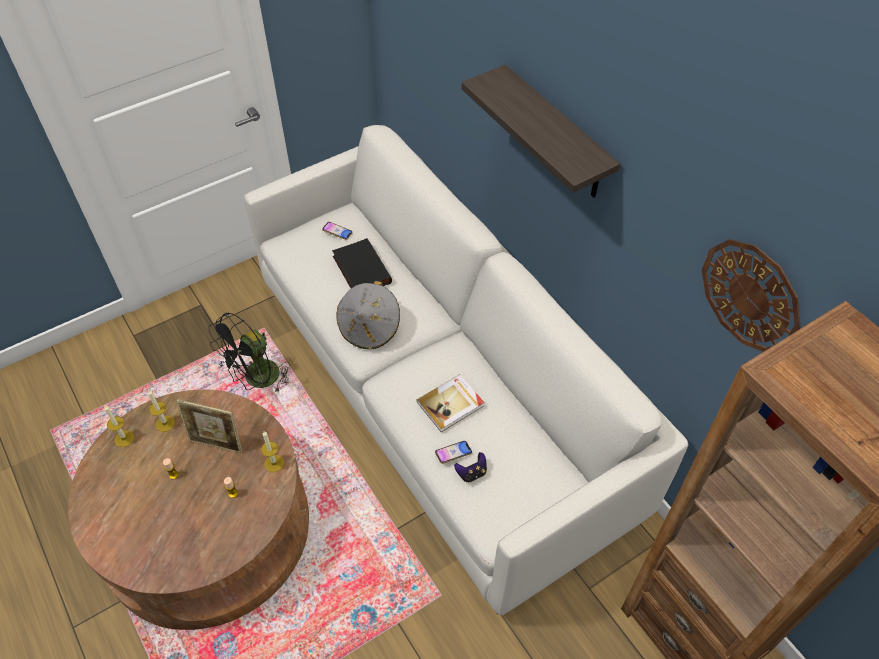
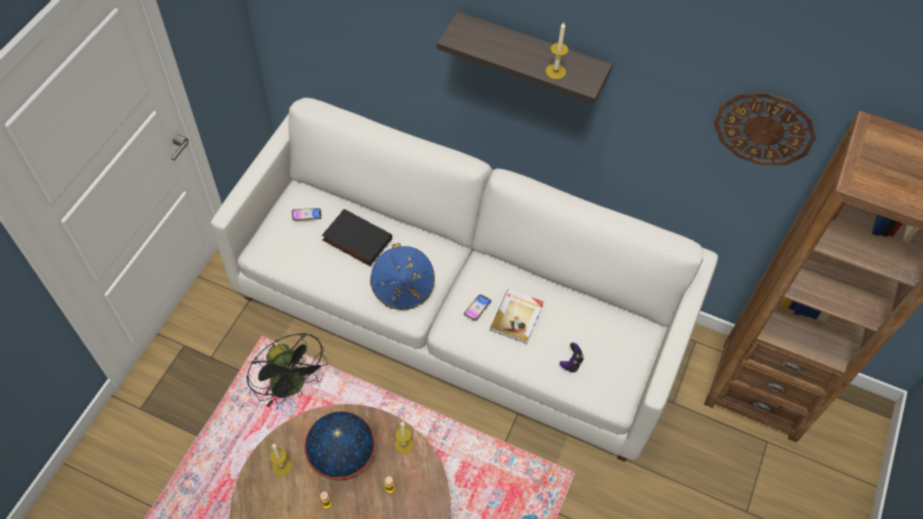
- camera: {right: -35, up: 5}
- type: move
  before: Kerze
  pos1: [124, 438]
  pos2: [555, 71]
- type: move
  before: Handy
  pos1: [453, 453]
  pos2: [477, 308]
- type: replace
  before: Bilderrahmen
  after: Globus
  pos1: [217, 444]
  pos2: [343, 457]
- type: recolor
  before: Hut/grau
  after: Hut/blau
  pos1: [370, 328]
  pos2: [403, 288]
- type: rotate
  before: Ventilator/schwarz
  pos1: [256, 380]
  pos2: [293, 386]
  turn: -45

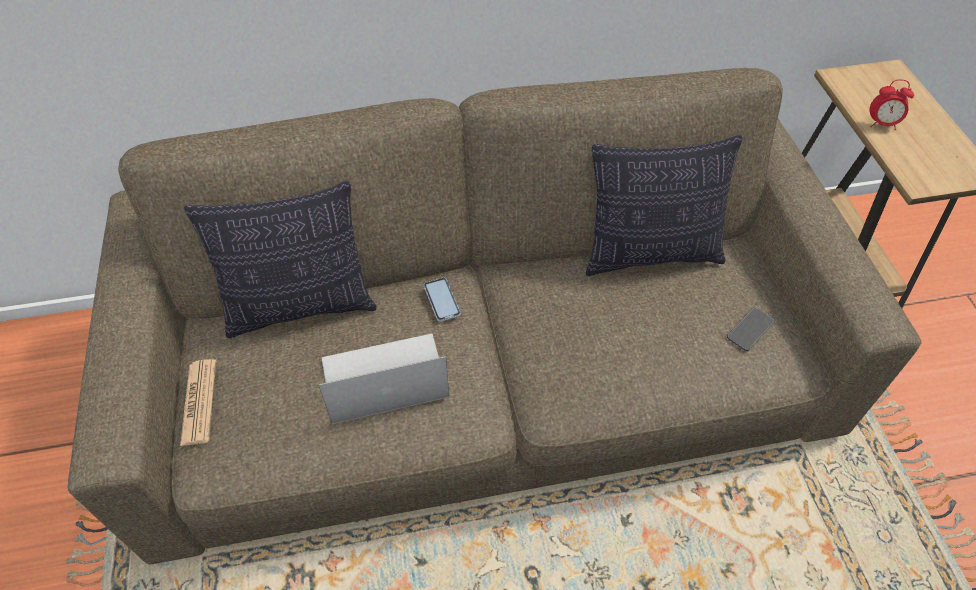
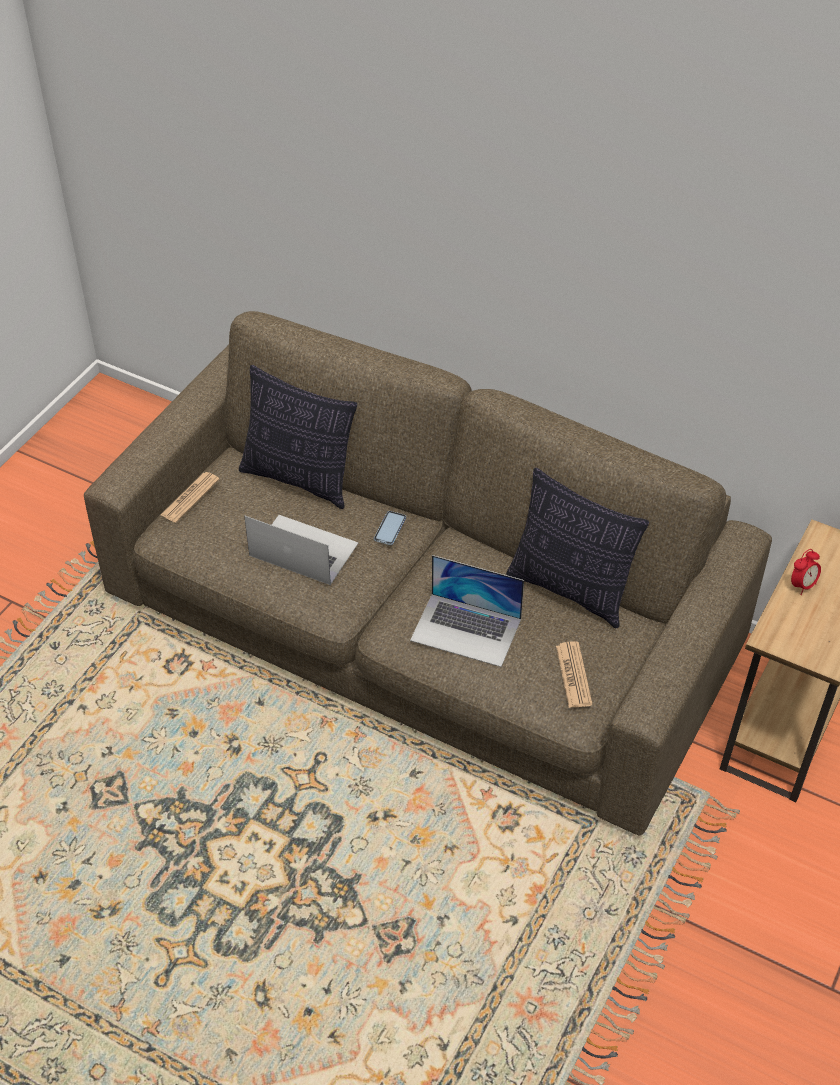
- camera: {right: 40, up: -5}
- type: insert
  after: Laptop
  pos2: [466, 629]
- type: replace
  before: Handy
  after: Zeitung
  pos1: [750, 329]
  pos2: [573, 675]
- type: rotate
  before: Wecker
  pos1: [881, 124]
  pos2: [802, 585]
  turn: -90

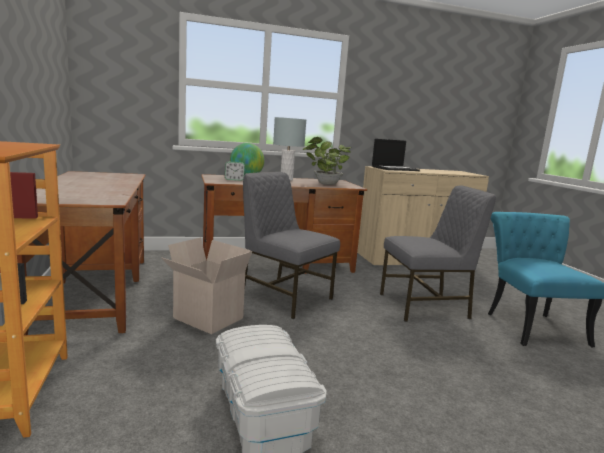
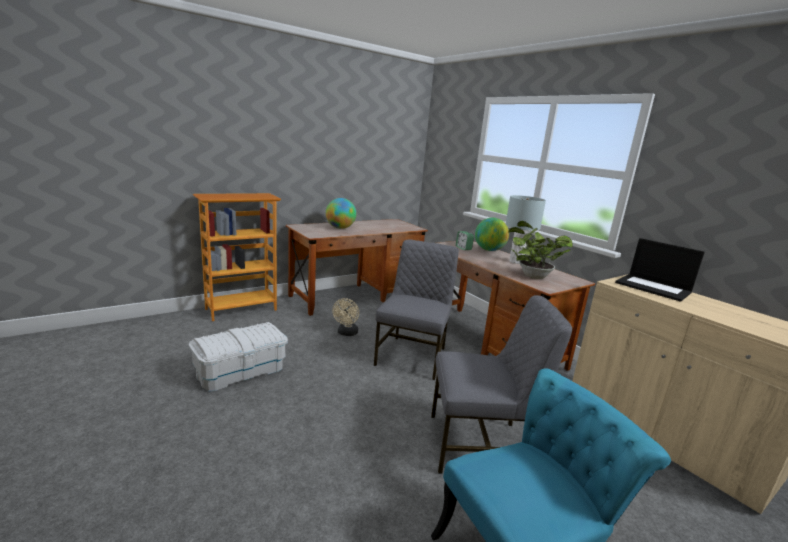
- camera: {right: 70, up: 5}
- type: insert
  after: Globus
  pos2: [340, 228]
- type: replace
  before: Karton
  after: Ventilator/beige
  pos1: [206, 318]
  pos2: [346, 333]
- type: rotate
  before: Stuhl/grau
  pos1: [425, 306]
  pos2: [480, 445]
  turn: -60

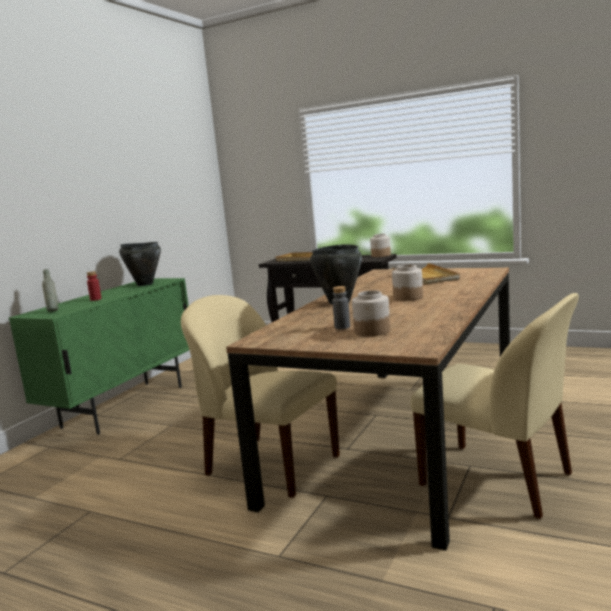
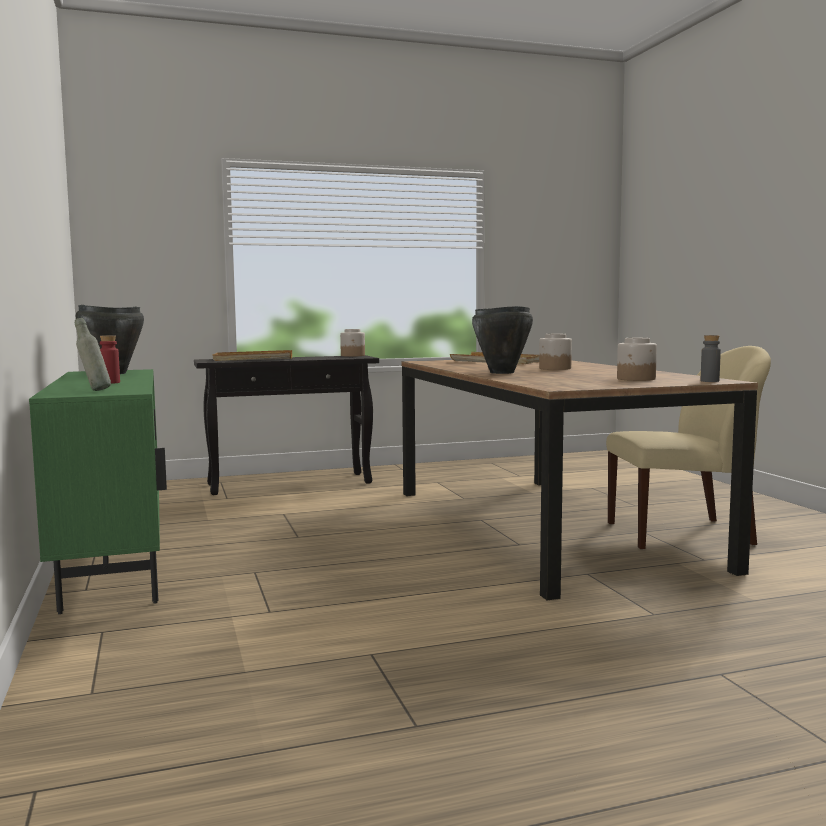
- camera: {right: -45, up: -5}
- type: delete
  before: Stuhl/beige
  pos1: [270, 465]
- type: move
  before: Flasche/grau
  pos1: [342, 327]
  pos2: [709, 381]

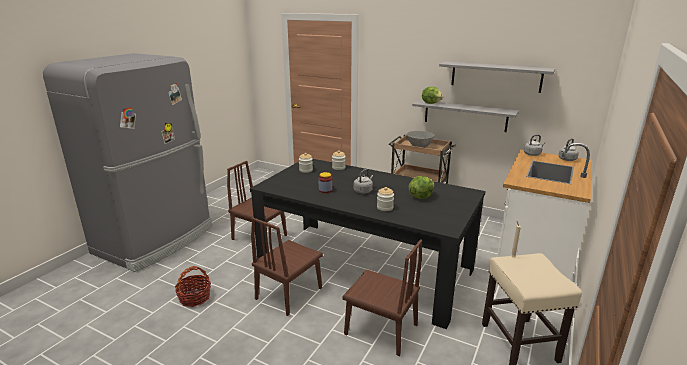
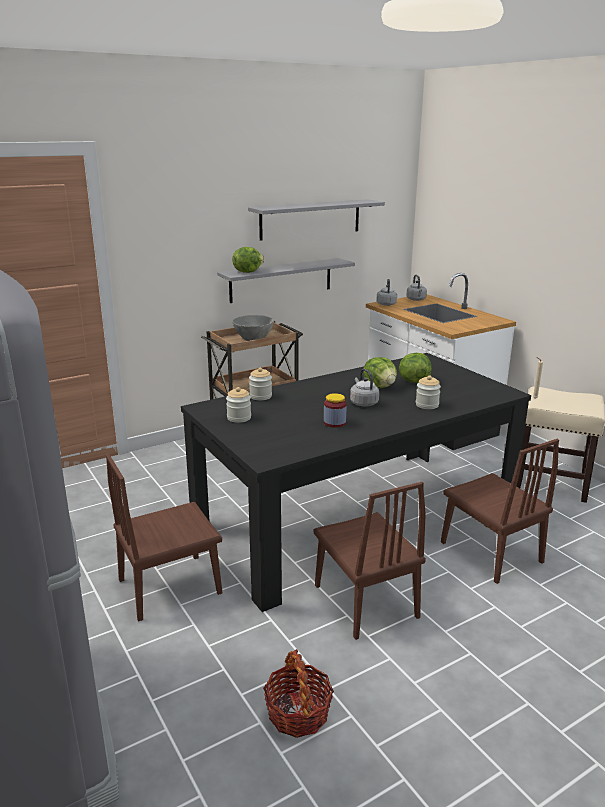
- camera: {right: -60, up: 0}
- type: insert
  after: Salatkopf
  pos2: [380, 387]
- type: rotate
  before: Stuhl/braun
  pos1: [381, 329]
  pos2: [490, 552]
  turn: 90

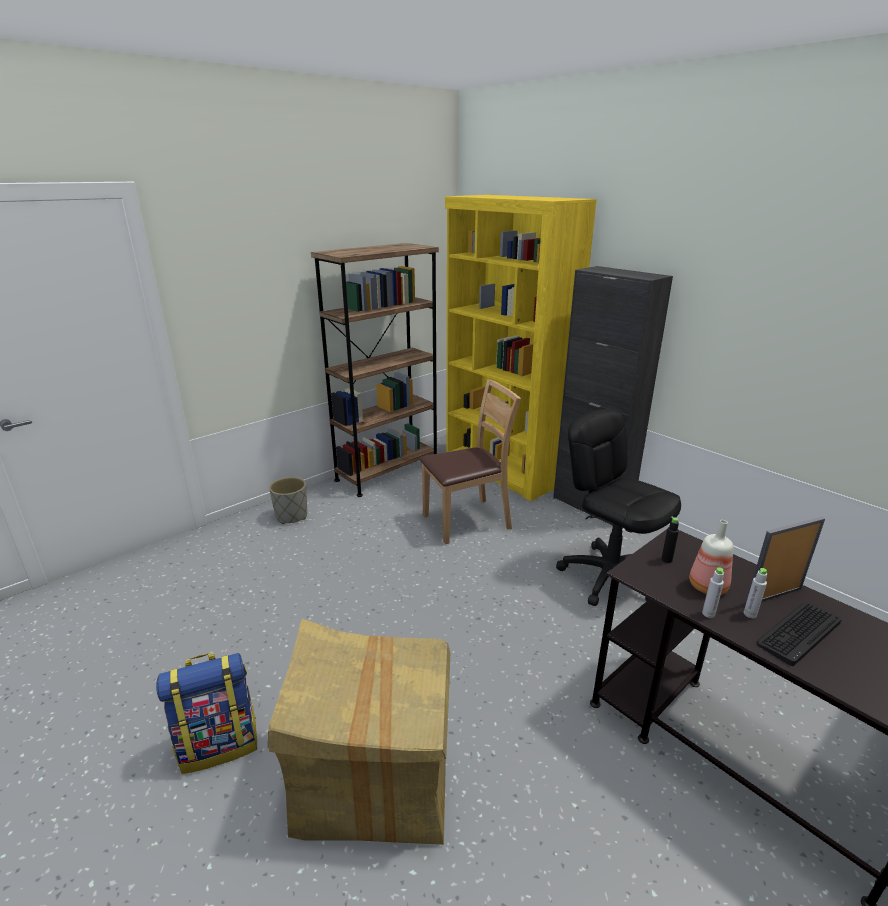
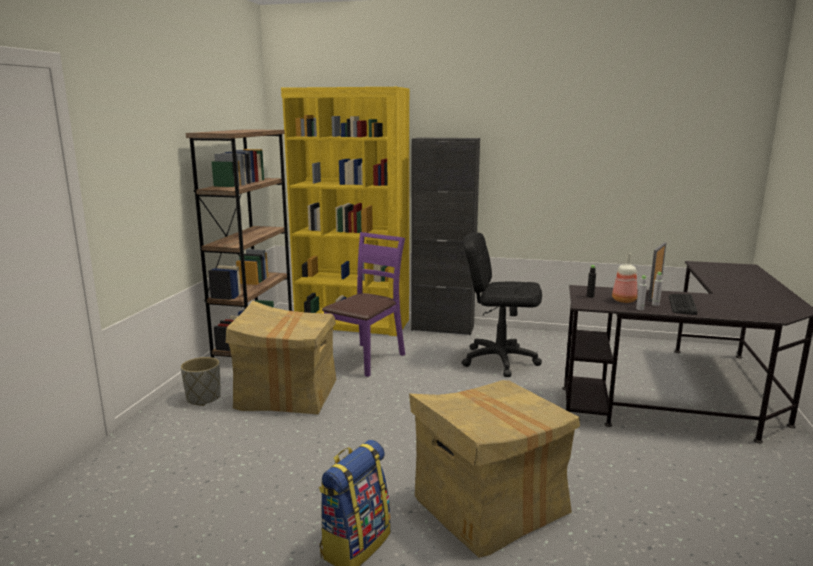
- camera: {right: -35, up: -10}
- type: insert
  after: Karton
  pos2: [286, 395]
- type: recolor
  before: Stuhl/braun
  after: Stuhl/lila
  pos1: [467, 521]
  pos2: [366, 359]

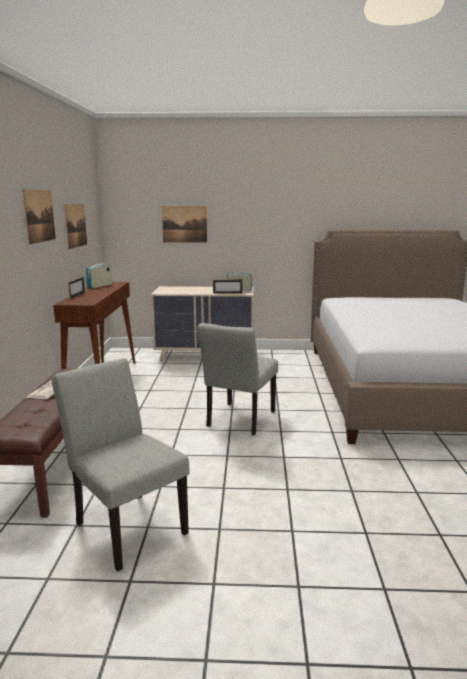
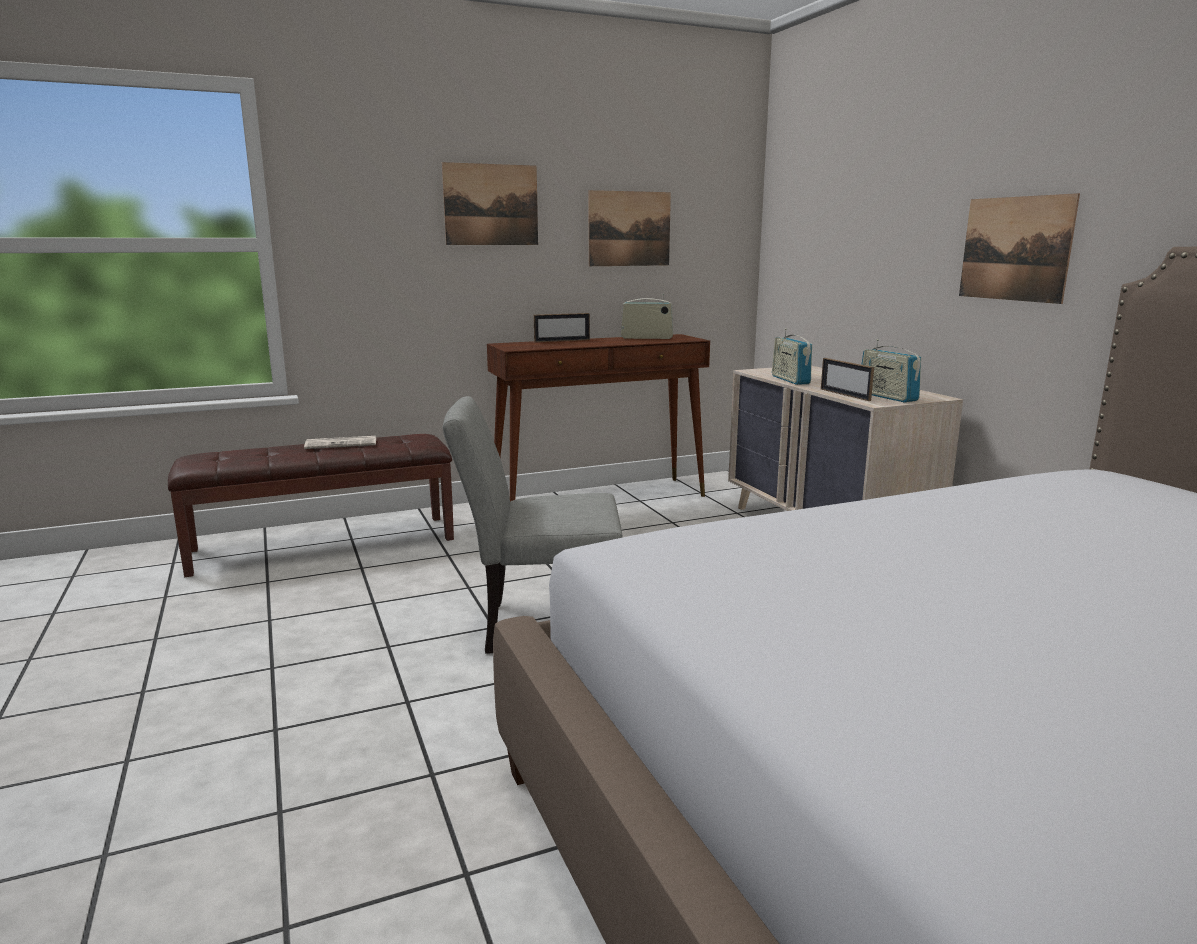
- camera: {right: 65, up: 0}
- type: delete
  before: Stuhl/grau
  pos1: [126, 524]
- type: insert
  after: Radio
  pos2: [790, 380]
- type: move
  before: Bild
  pos1: [184, 224]
  pos2: [1015, 249]

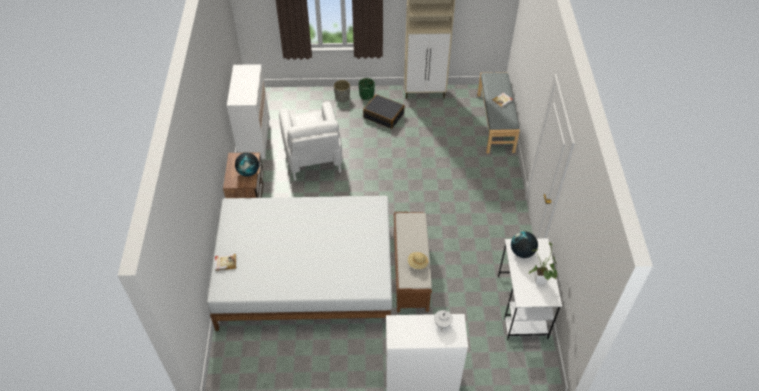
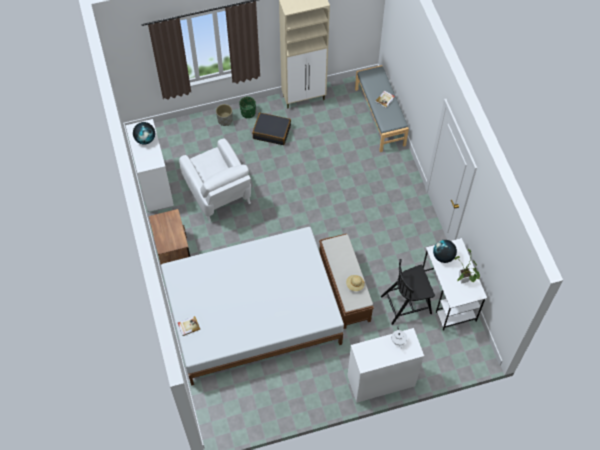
- camera: {right: -15, up: 10}
- type: insert
  after: Stuhl/schwarz
  pos2: [407, 304]
- type: move
  before: Globus
  pos1: [248, 172]
  pos2: [145, 139]

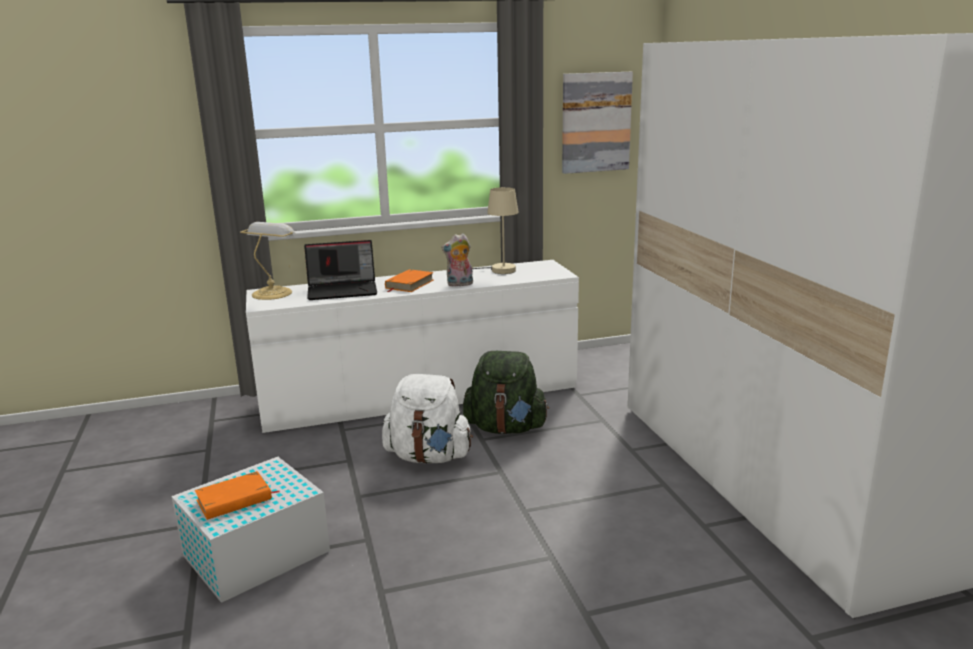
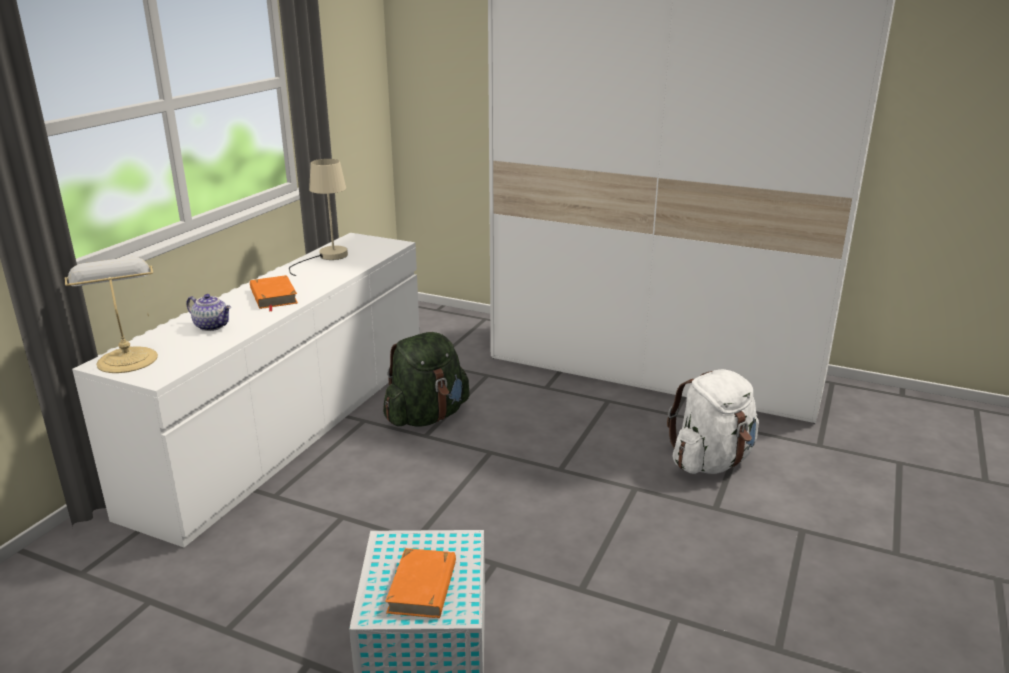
- camera: {right: -50, up: 5}
- type: delete
  before: Plüschtier
  pos1: [459, 284]
- type: delete
  before: Bild
  pos1: [595, 122]
- type: move
  before: Rucksack/weiß
  pos1: [429, 456]
  pos2: [711, 461]
- type: replace
  before: Laptop
  after: Teekanne
  pos1: [343, 290]
  pos2: [212, 326]

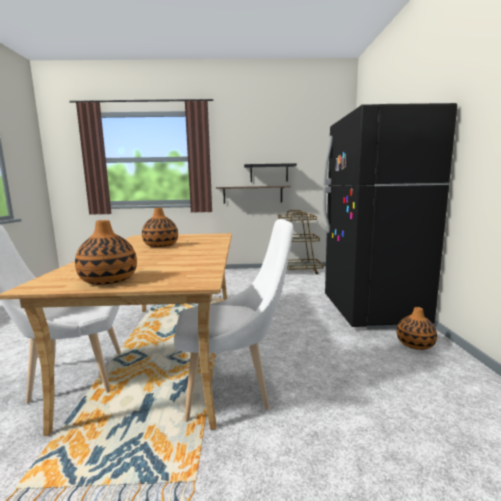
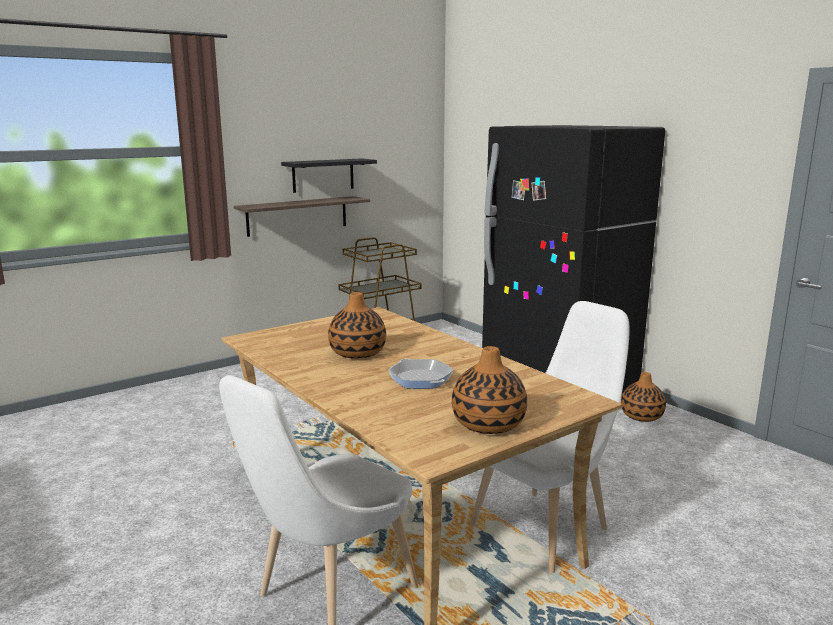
- camera: {right: -35, up: 5}
- type: insert
  after: Pfanne
  pos2: [420, 379]

